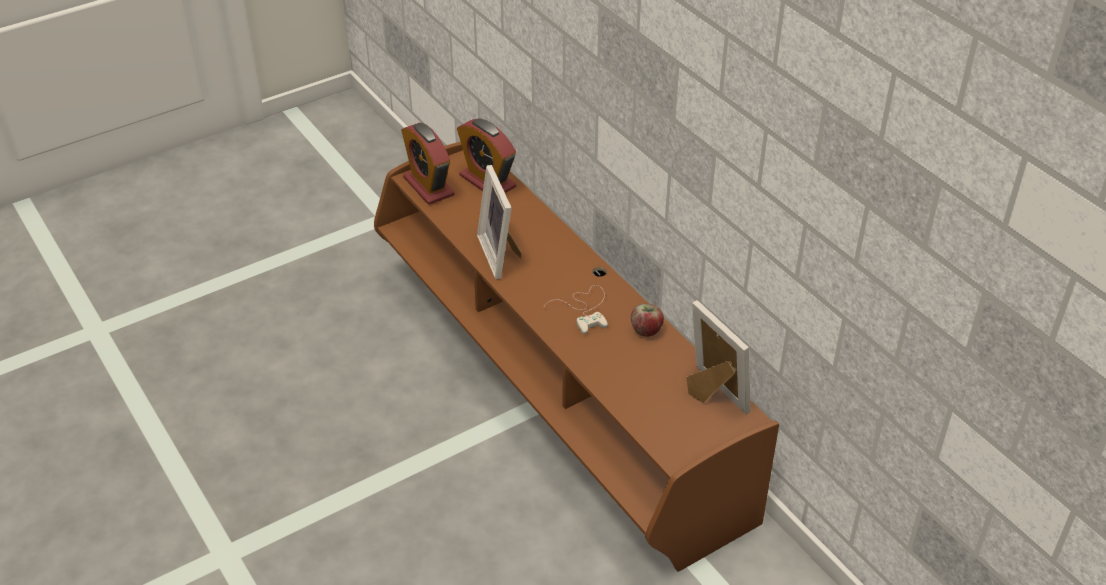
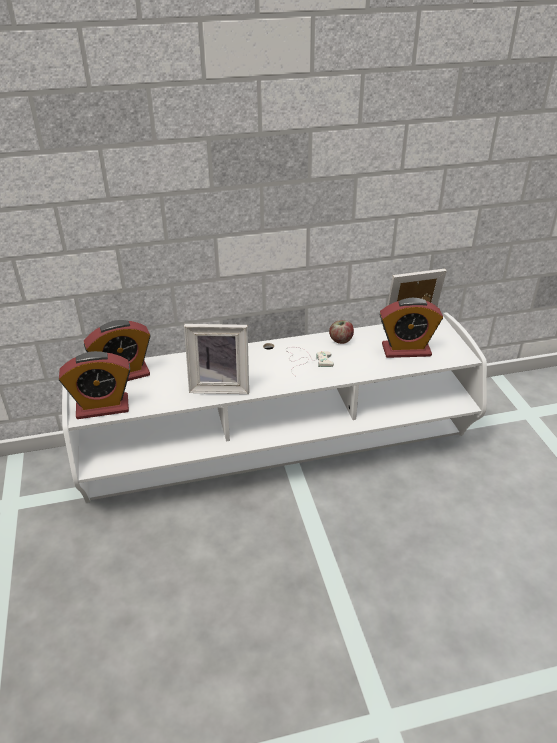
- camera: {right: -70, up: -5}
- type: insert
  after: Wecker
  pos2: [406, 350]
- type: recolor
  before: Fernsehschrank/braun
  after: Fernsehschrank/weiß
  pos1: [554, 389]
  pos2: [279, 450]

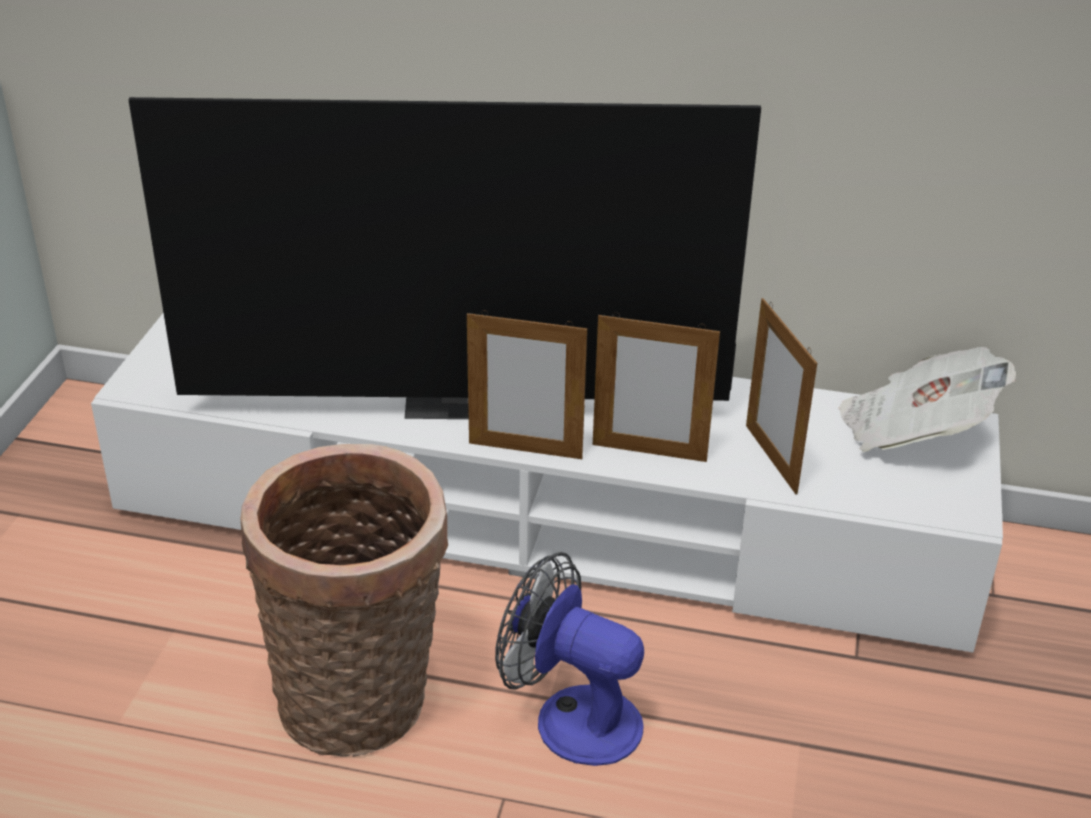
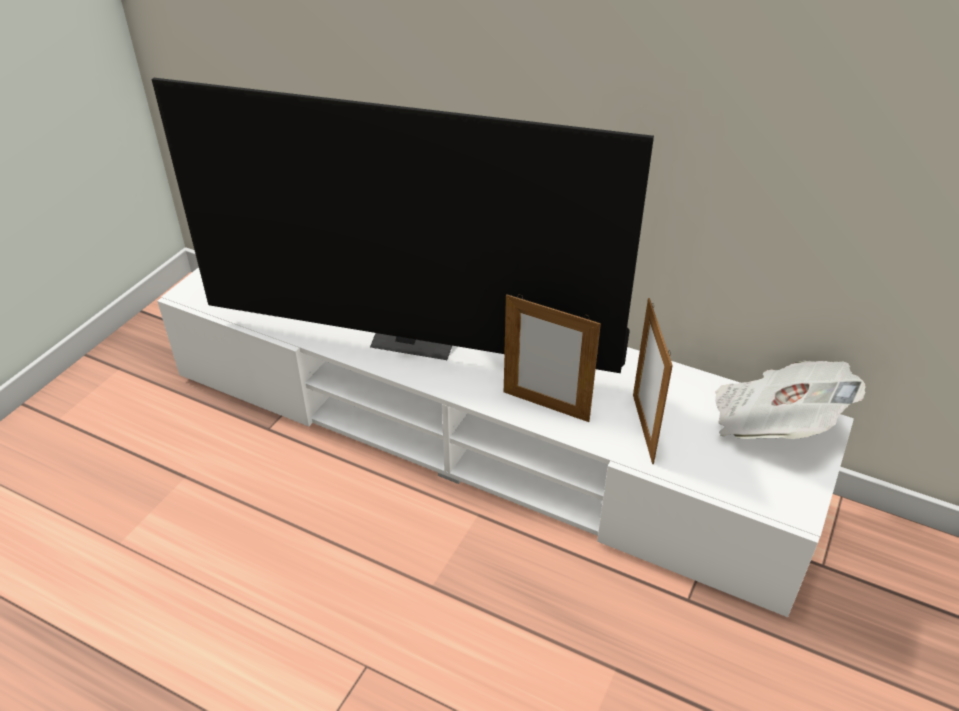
- camera: {right: 15, up: 5}
- type: delete
  before: Korb
  pos1: [361, 704]
- type: delete
  before: Bilderrahmen
  pos1: [525, 450]
- type: delete
  before: Ventilator
  pos1: [571, 717]

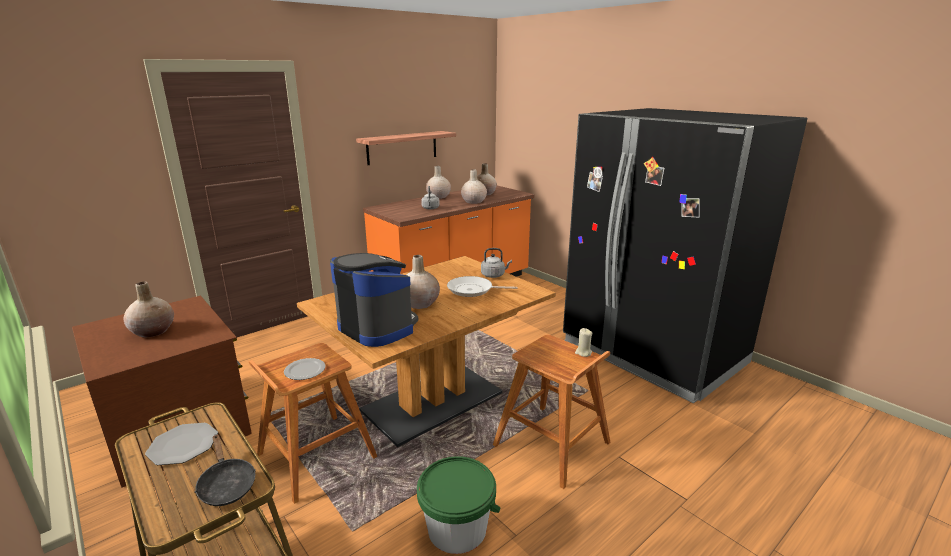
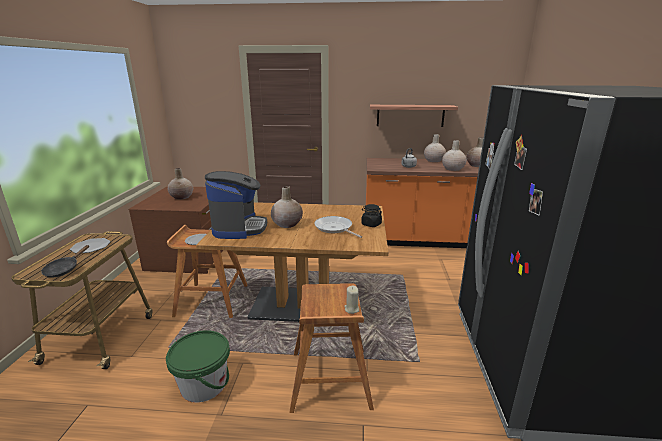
- camera: {right: 45, up: 0}
- type: replace
  before: Wasserkessel/grau
  after: Vorratsglas/schwarz
  pos1: [494, 275]
  pos2: [371, 224]

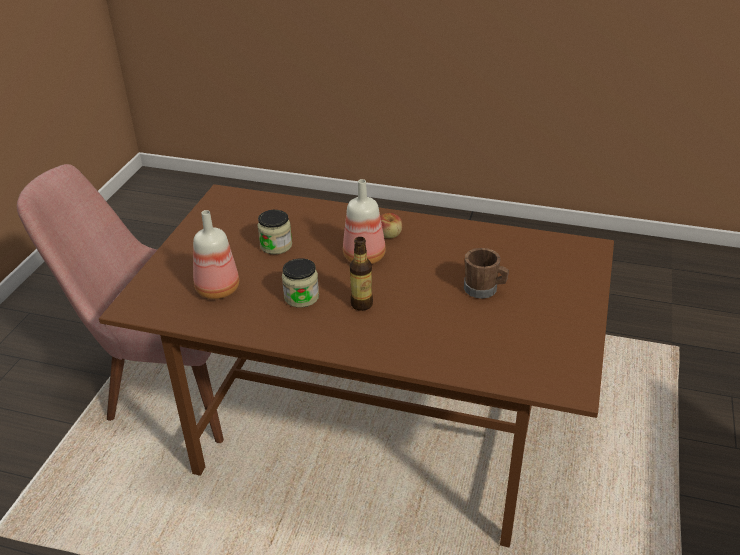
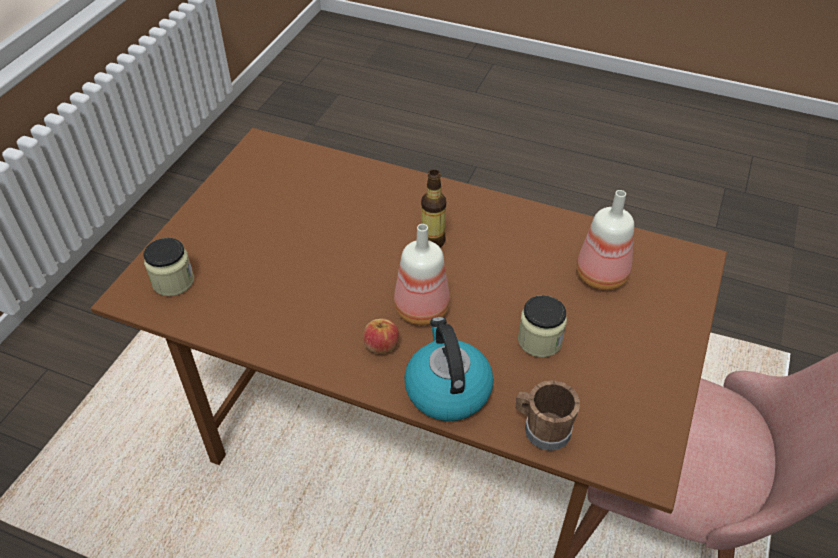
- camera: {right: -175, up: 10}
- type: insert
  after: Wasserkessel
  pos2: [447, 389]
- type: move
  before: Vorratsglas
  pos1: [301, 297]
  pos2: [173, 281]
- type: move
  before: Henkelbecher/braun
  pos1: [484, 289]
  pos2: [542, 428]

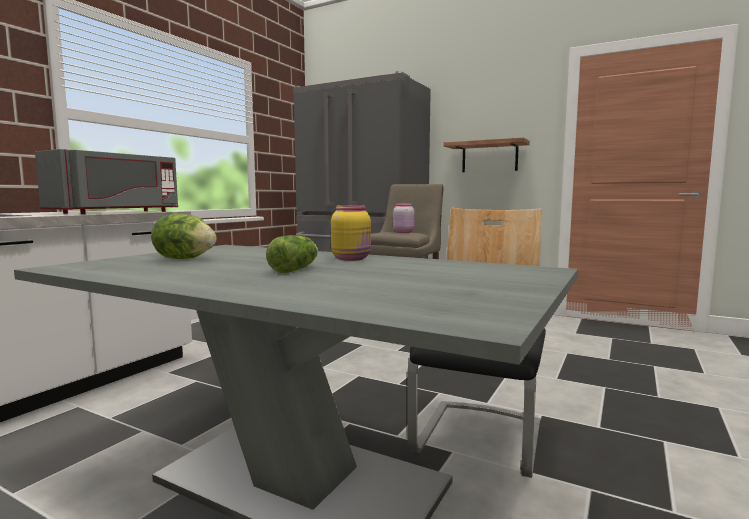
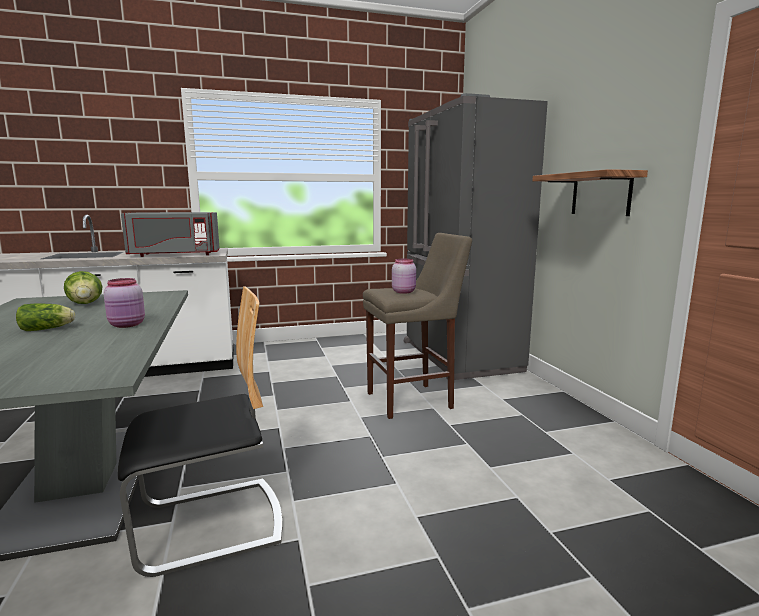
- camera: {right: 45, up: 5}
- type: recolor
  before: Vorratsglas/gelb
  after: Vorratsglas/rosa
  pos1: [352, 259]
  pos2: [128, 325]

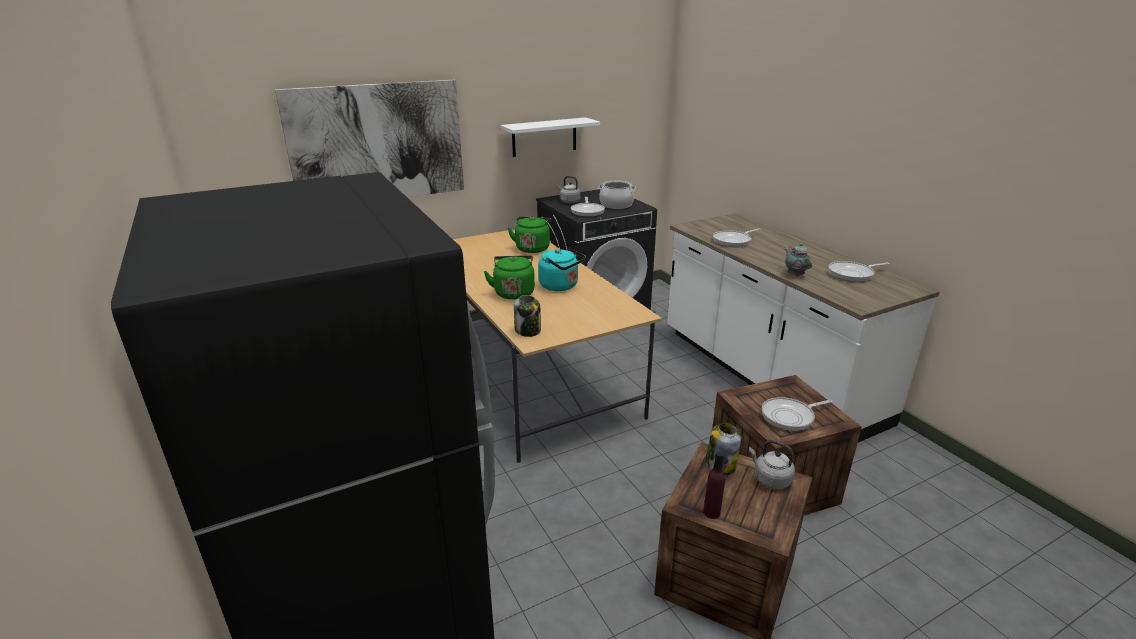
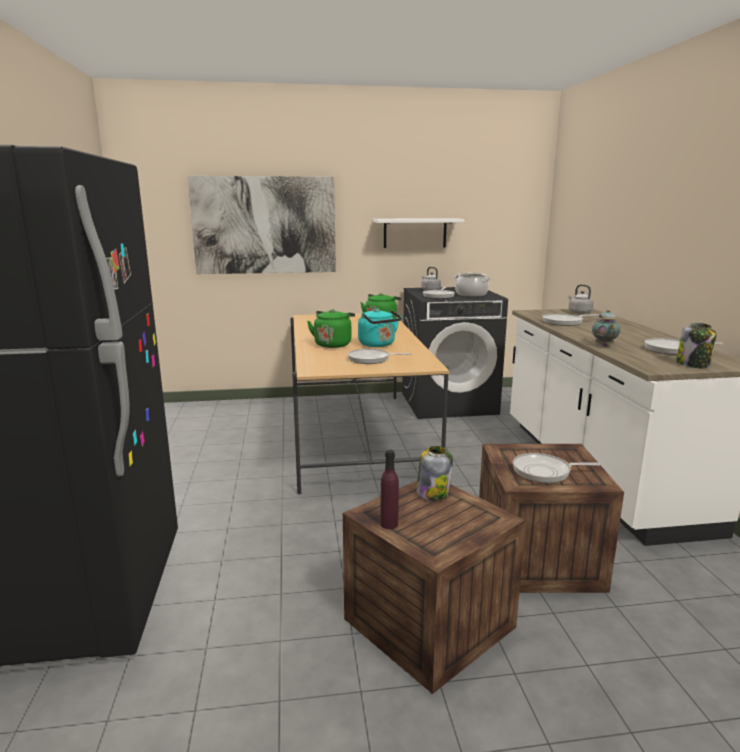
- camera: {right: 20, up: -10}
- type: insert
  after: Pfanne
  pos2: [371, 359]
- type: move
  before: Vorratsglas
  pos1: [528, 331]
  pos2: [693, 364]
- type: move
  before: Wasserkessel/grau
  pos1: [770, 479]
  pos2: [578, 312]

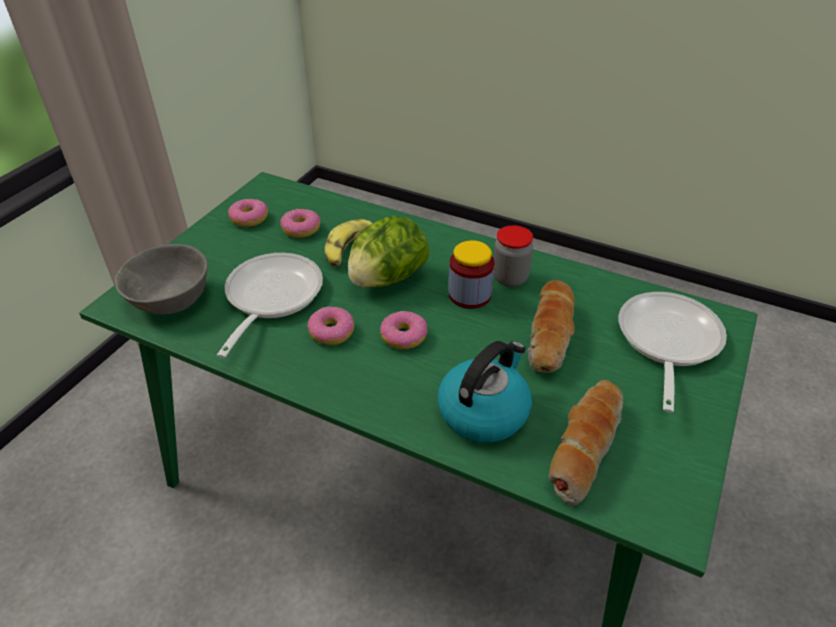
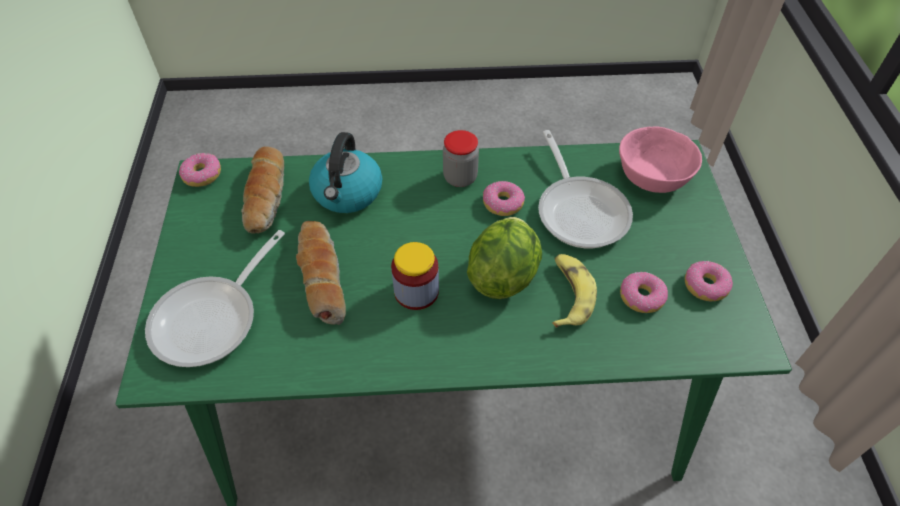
- camera: {right: 150, up: 10}
- type: move
  before: Donut
  pos1: [403, 336]
  pos2: [202, 175]
- type: move
  before: Vorratsglas
  pos1: [510, 278]
  pos2: [460, 177]
- type: recolor
  before: Schüssel/grau
  after: Schüssel/rosa
  pos1: [170, 299]
  pos2: [652, 175]
- type: rotate
  before: Pfanne
  pos1: [666, 342]
  pos2: [213, 318]
  turn: 45

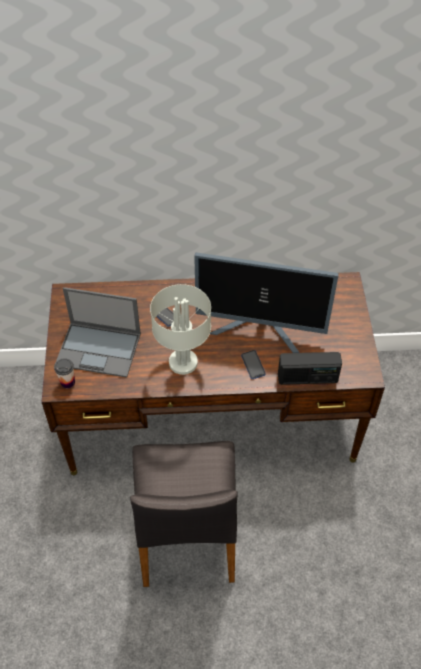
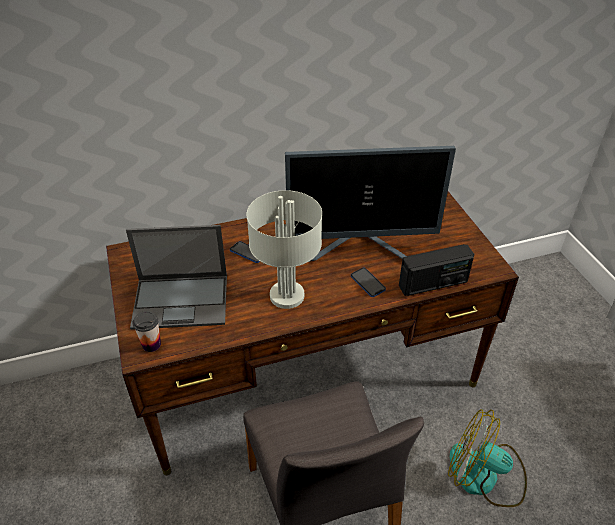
- camera: {right: -15, up: -10}
- type: insert
  after: Ventilator
  pos2: [484, 476]

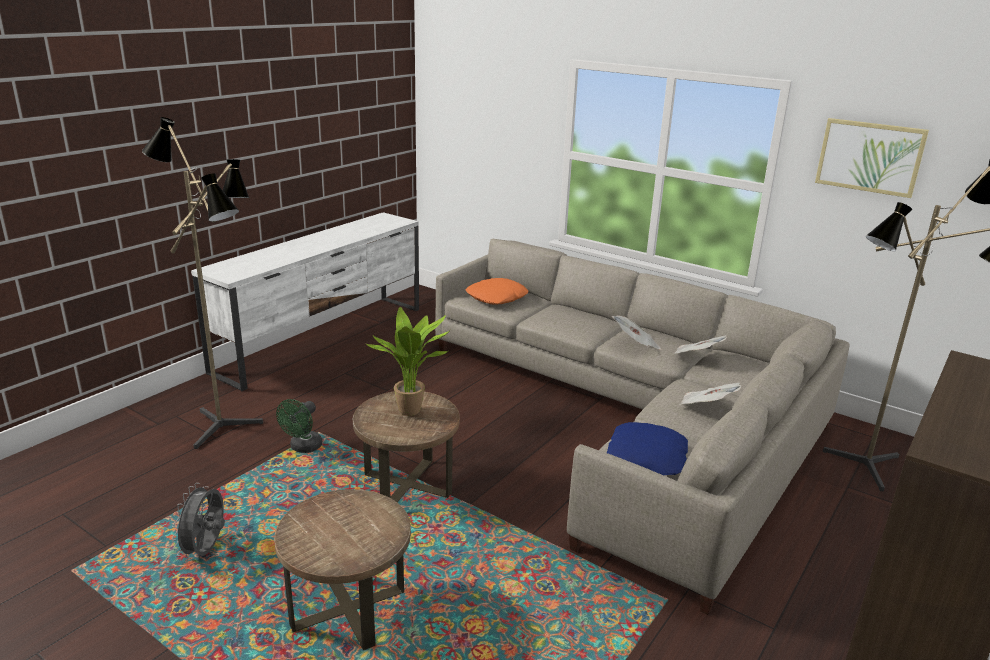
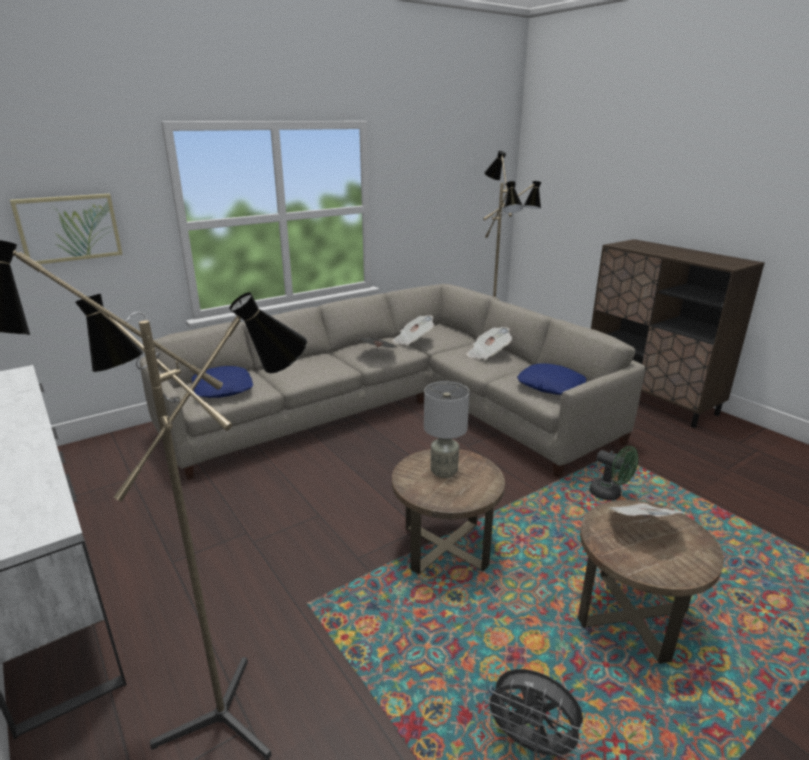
- camera: {right: -70, up: 0}
- type: insert
  after: Zeitung
  pos2: [641, 525]
- type: move
  before: Ventilator/grün
  pos1: [303, 448]
  pos2: [610, 494]
- type: move
  before: Bild
  pos1: [869, 157]
  pos2: [69, 228]
- type: replace
  before: Topfpflanze
  after: Tischlampe/grau
  pos1: [413, 412]
  pos2: [443, 472]
- type: recolor
  before: Kissen/orange
  after: Kissen/blau
  pos1: [497, 298]
  pos2: [223, 388]

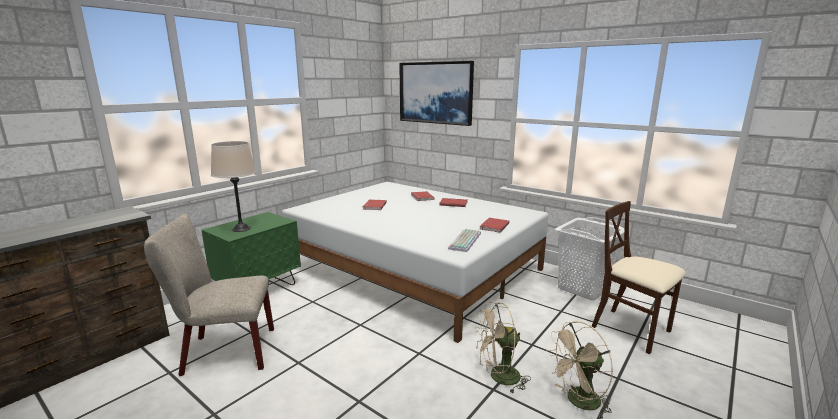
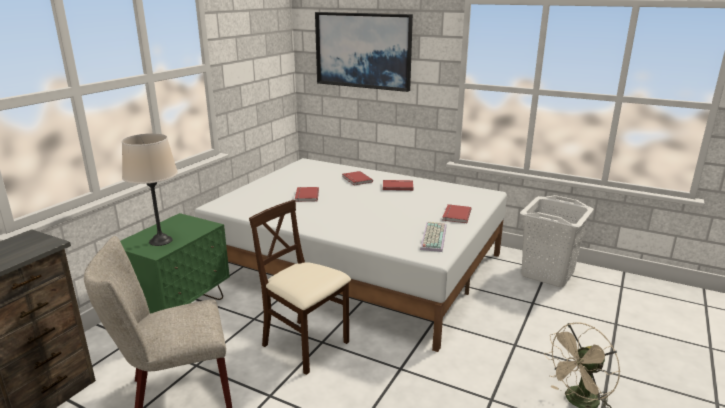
- camera: {right: -10, up: 5}
- type: delete
  before: Ventilator/beige
  pos1: [498, 377]
- type: move
  before: Stuhl/beige
  pos1: [631, 330]
  pos2: [305, 345]

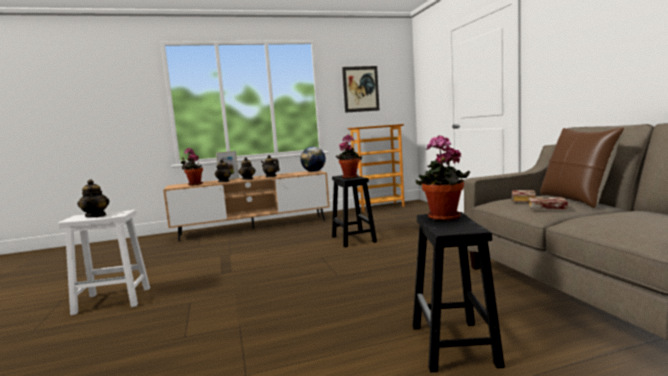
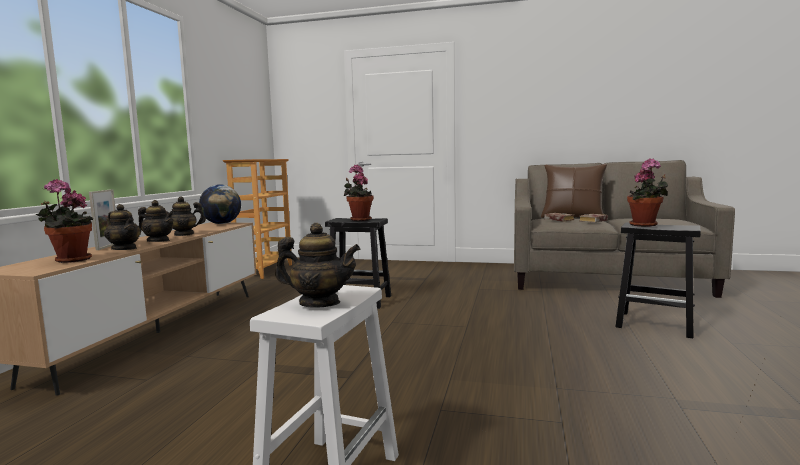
- camera: {right: -60, up: 0}
- type: delete
  before: Bild
  pos1: [361, 89]

